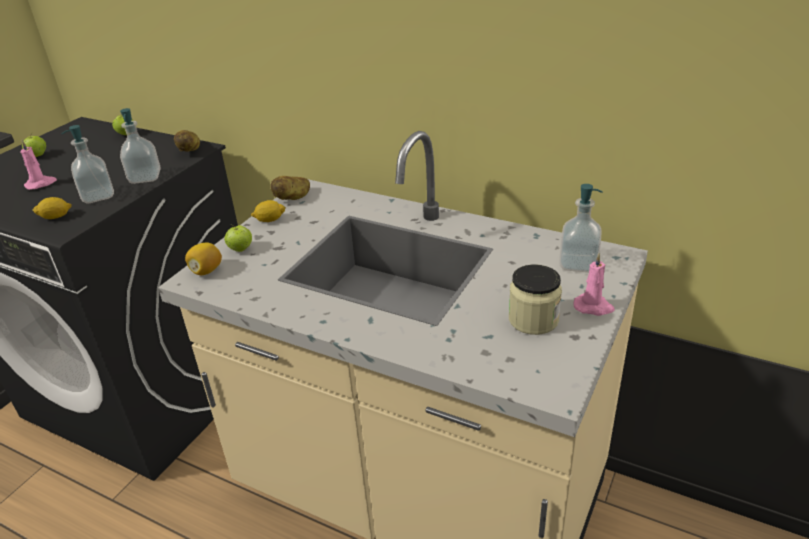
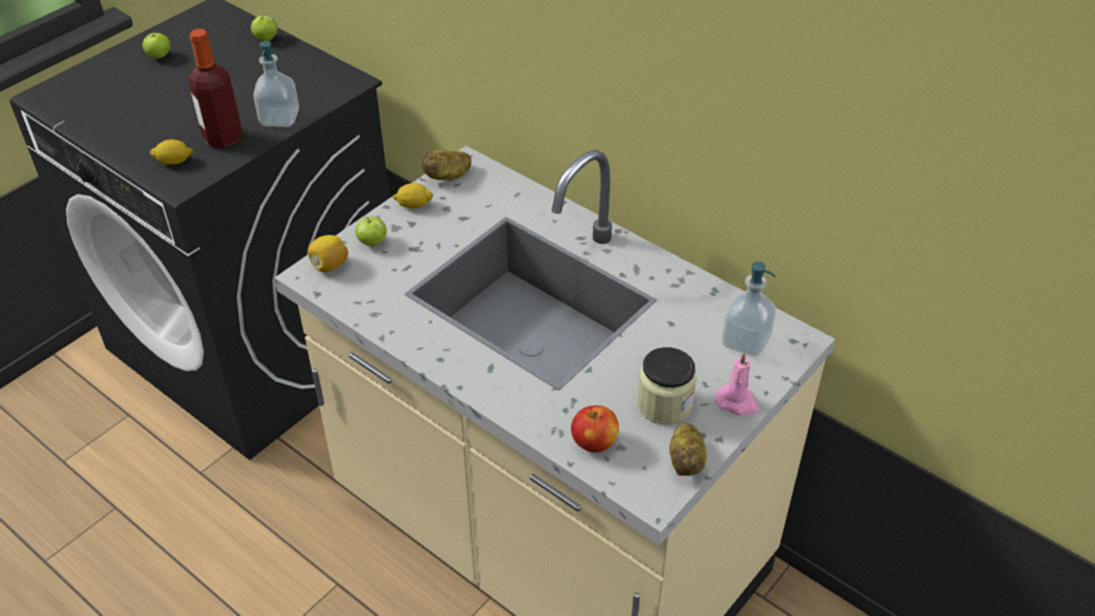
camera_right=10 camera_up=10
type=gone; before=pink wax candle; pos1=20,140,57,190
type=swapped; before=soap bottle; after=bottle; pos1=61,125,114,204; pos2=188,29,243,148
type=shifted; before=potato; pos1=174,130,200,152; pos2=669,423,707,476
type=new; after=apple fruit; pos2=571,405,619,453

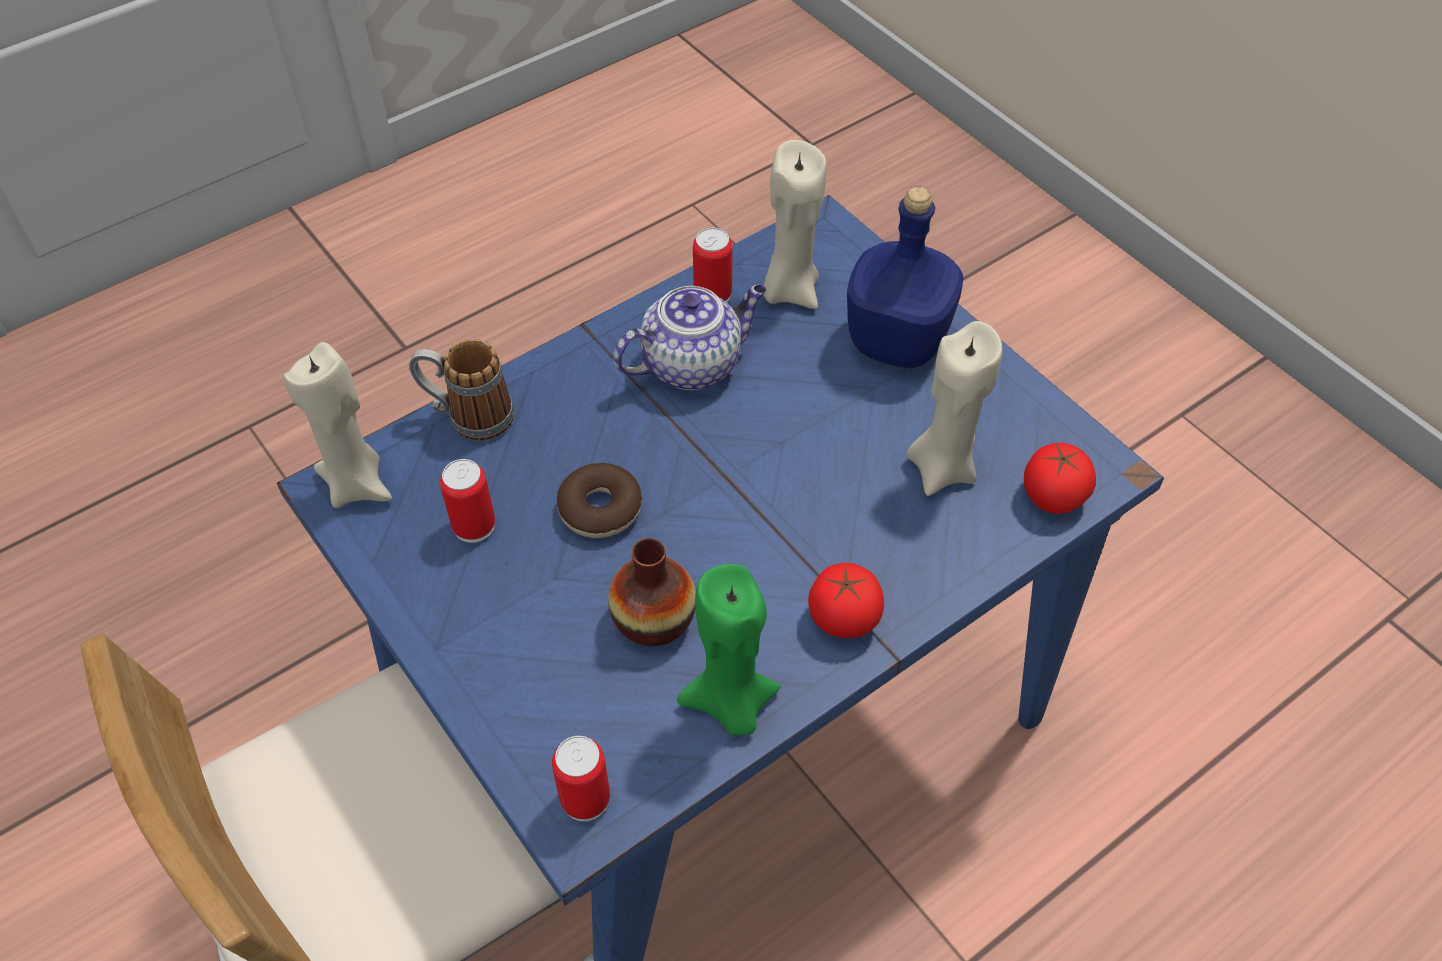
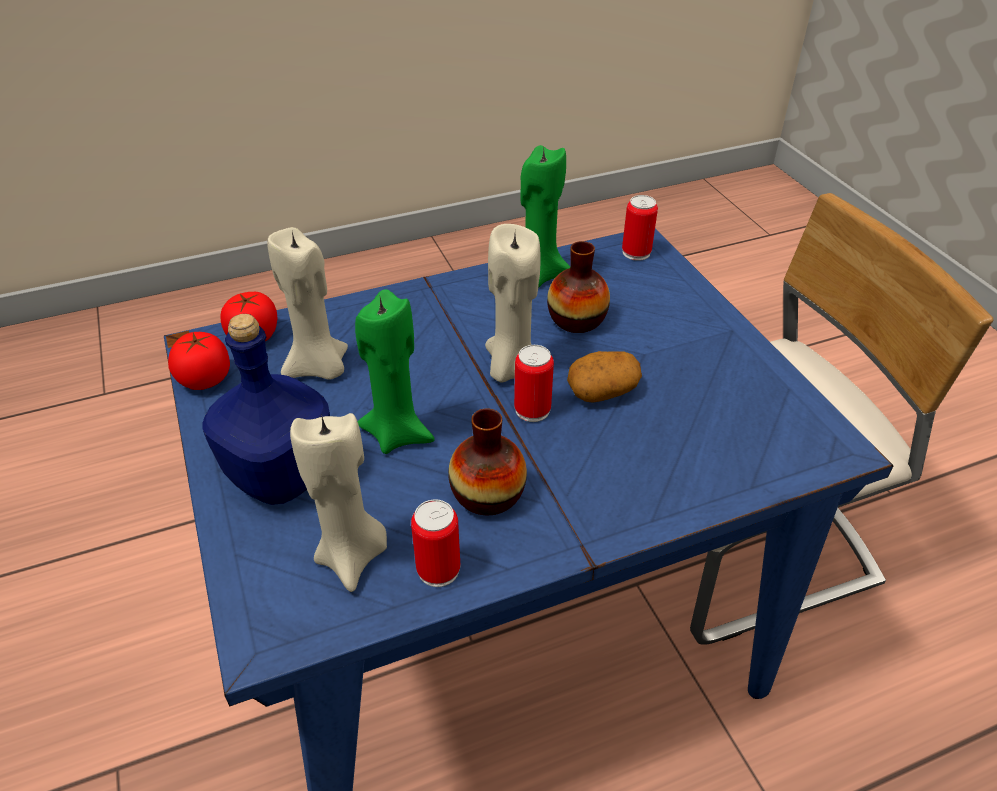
camera_right=-165 camera_up=-10
type=shifted; before=beige-coloured wax candle; pos1=283,342,392,508; pos2=485,224,540,382
type=gone; before=mug; pos1=409,339,514,441
type=shifted; before=sealed can; pos1=440,459,495,543; pos2=514,345,554,422
type=swapped; before=donut; after=potato; pos1=557,463,642,538; pos2=567,351,642,403
type=swapped; before=teapot; after=vase; pos1=613,285,766,390; pos2=448,408,527,515
type=shifted; before=tomato; pos1=808,563,884,638; pos2=168,332,230,390
type=new; after=green-coloured wax candle; pos2=355,289,435,454

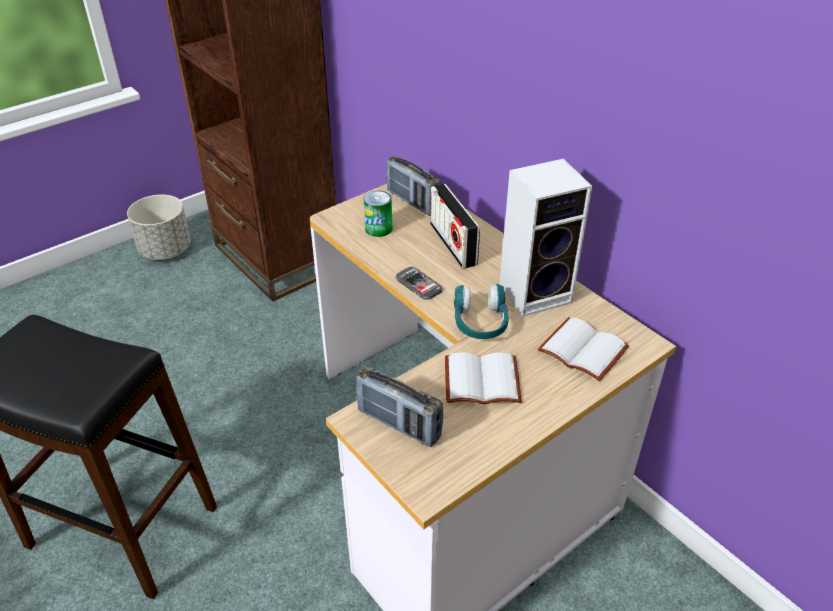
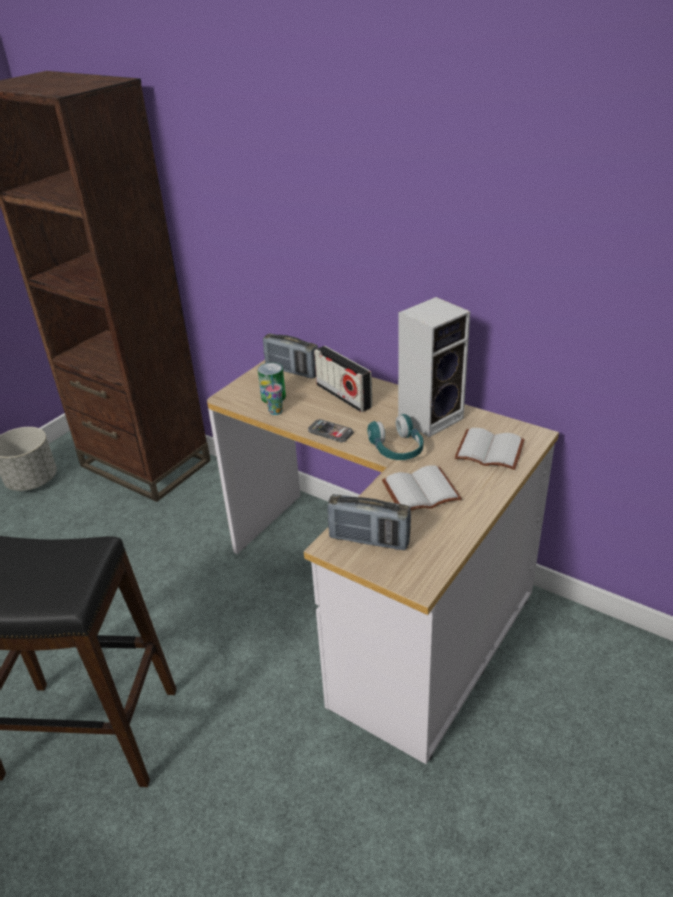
camera_right=-15 camera_up=-5
type=new; after=drinking cup; pos2=264,375,283,415

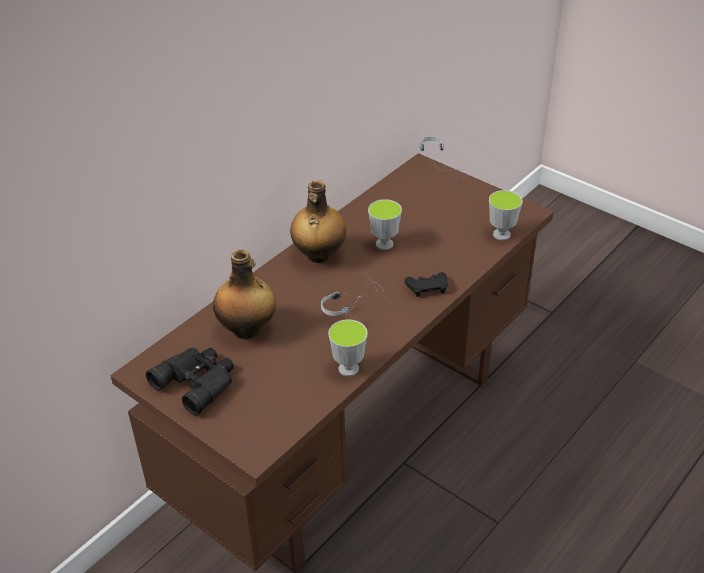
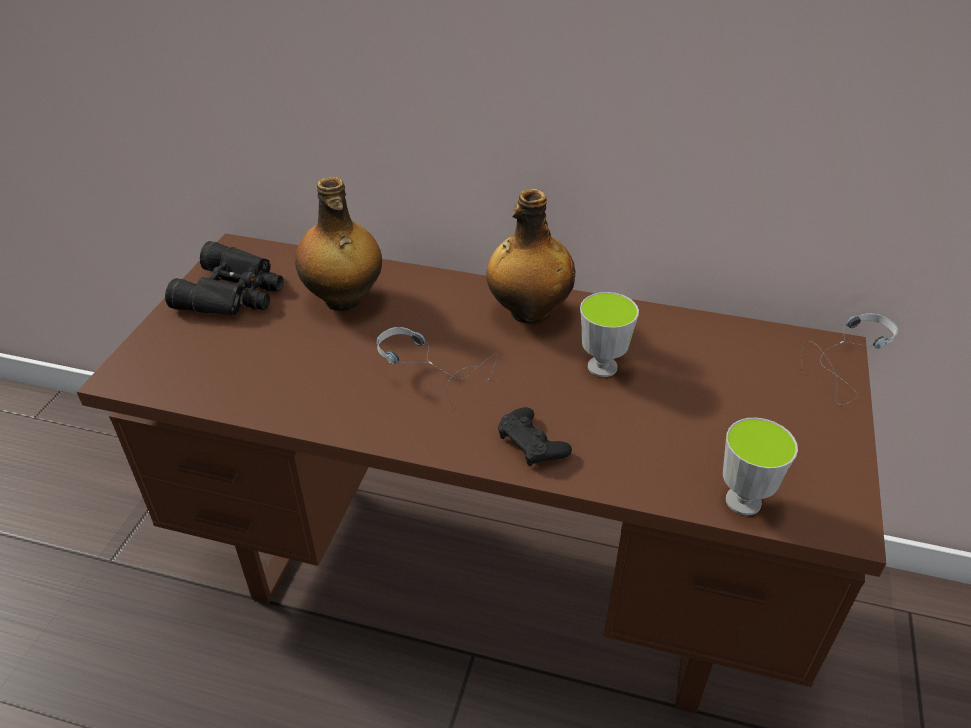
camera_right=65 camera_up=0
type=gone; before=drinking cup; pos1=328,319,368,377

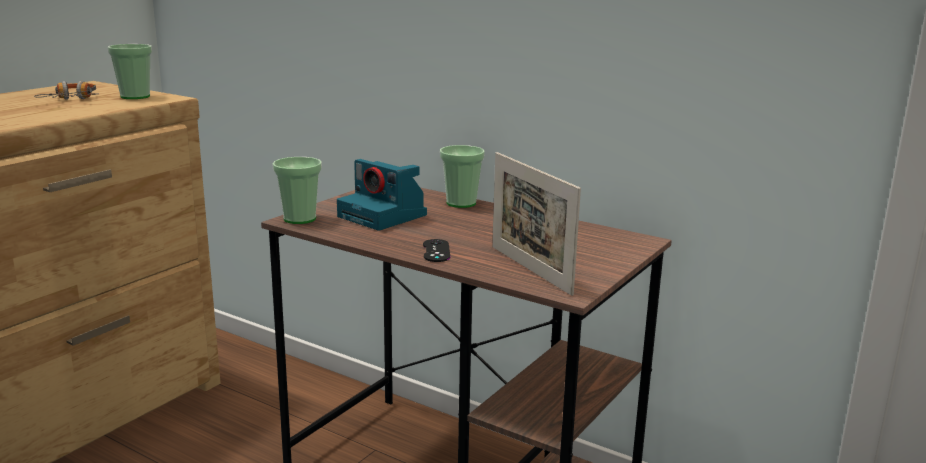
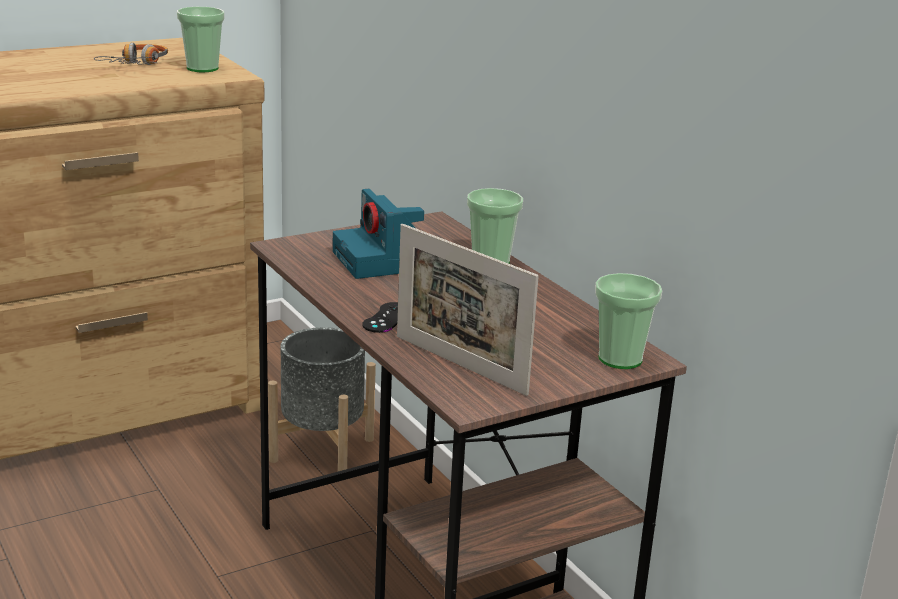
camera_right=25 camera_up=5
type=shifted; before=drinking cup; pos1=272,157,322,224; pos2=595,273,662,369
type=rotated; before=picture frame; pos1=492,152,581,296; pos2=397,224,539,396; turn=-45
type=new; after=grey plant pot; pos2=268,327,376,471

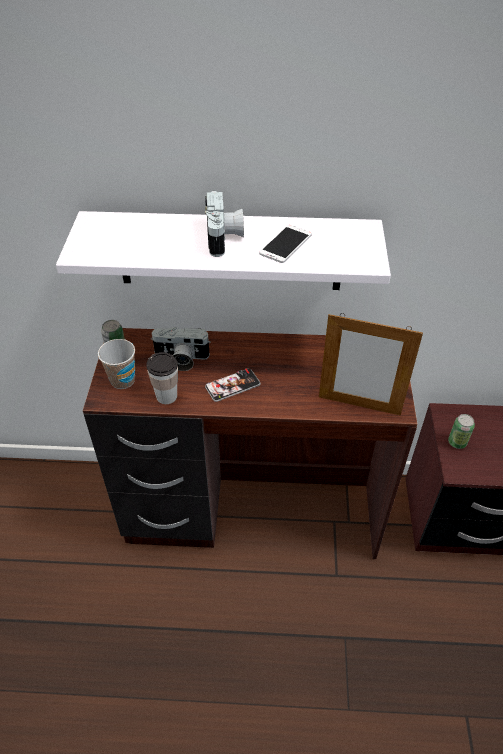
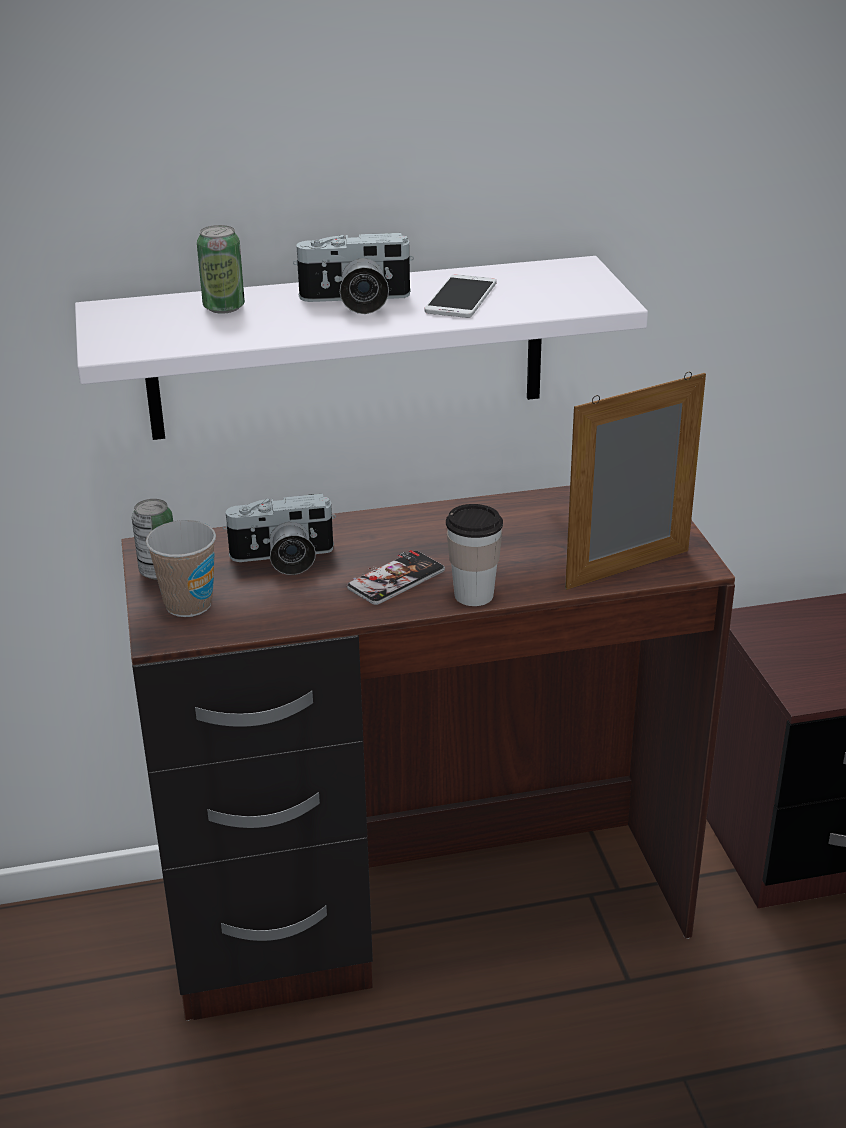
camera_right=-15 camera_up=-15
type=shifted; before=drinking cup; pos1=146,352,178,404; pos2=446,504,503,606
type=rotated; before=still camera; pos1=205,191,244,257; pos2=293,233,414,314; turn=105
type=rotated; before=picture frame; pos1=319,313,423,416; pos2=565,372,706,590; turn=150
type=shifted; before=sealed can; pos1=448,414,475,449; pos2=197,225,245,314

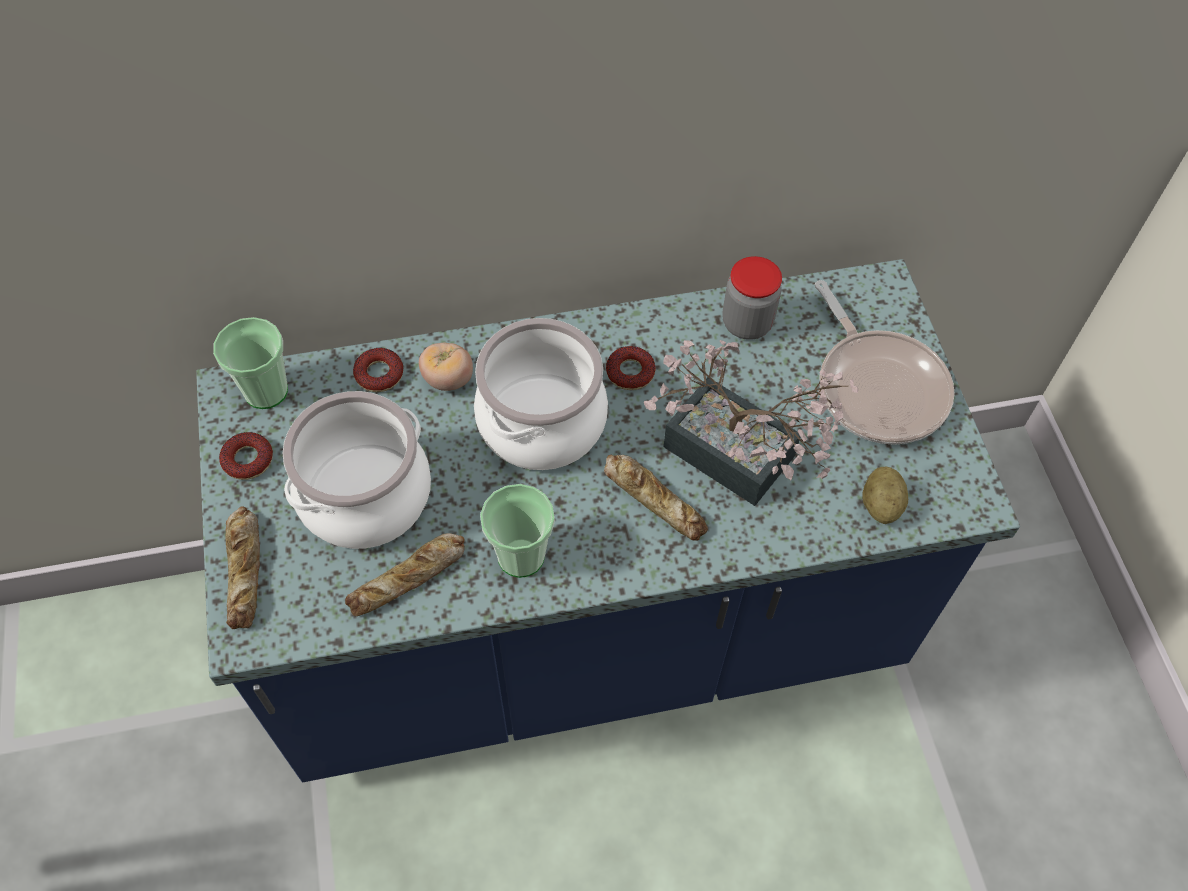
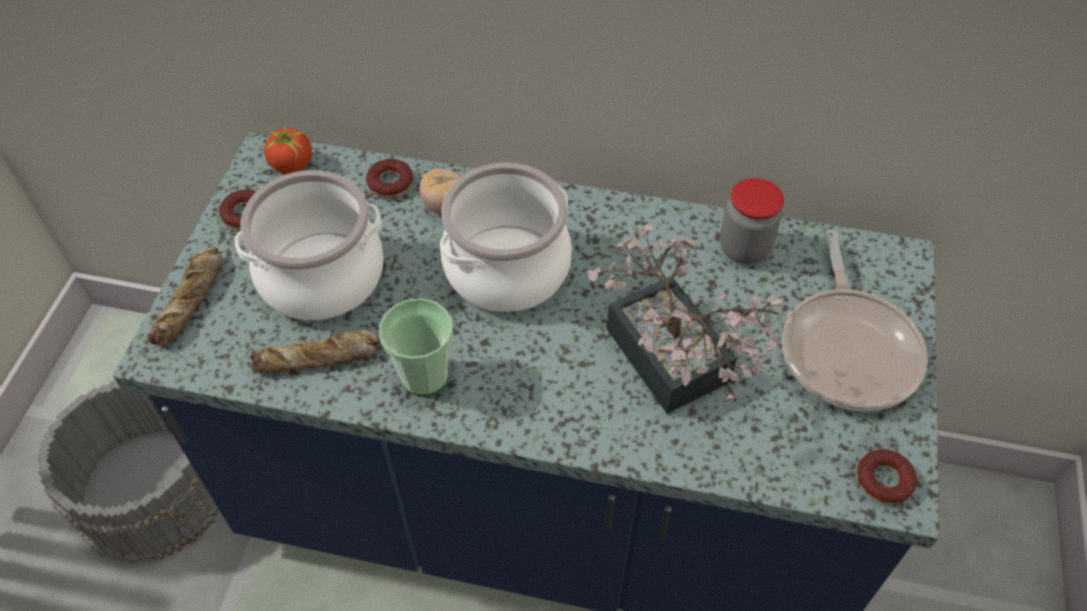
camera_right=25 camera_up=-5
type=swapped; before=drinking cup; after=tomato; pos1=213,317,288,409; pos2=261,118,312,175
type=gone; before=bread; pos1=604,455,708,541
type=shifted; before=donut; pos1=606,346,656,390; pos2=857,449,917,504
type=gone; before=potato; pos1=862,467,908,524
type=new; after=grey bucket; pos2=37,381,220,564

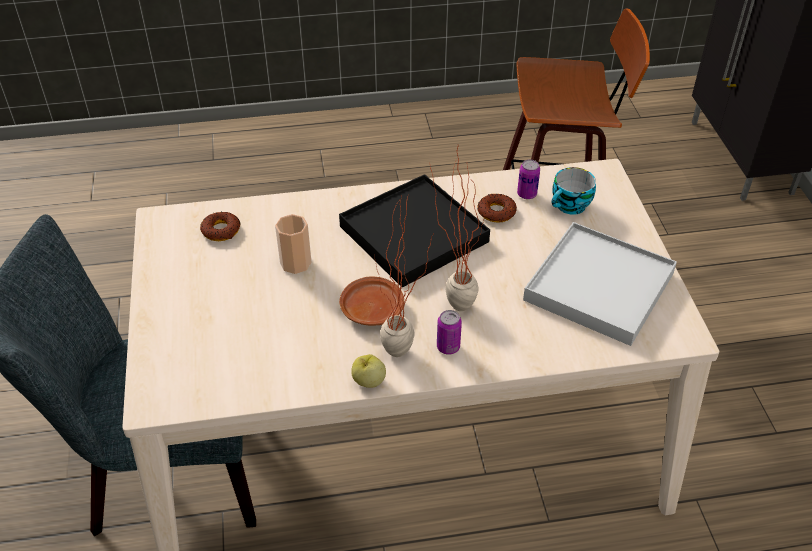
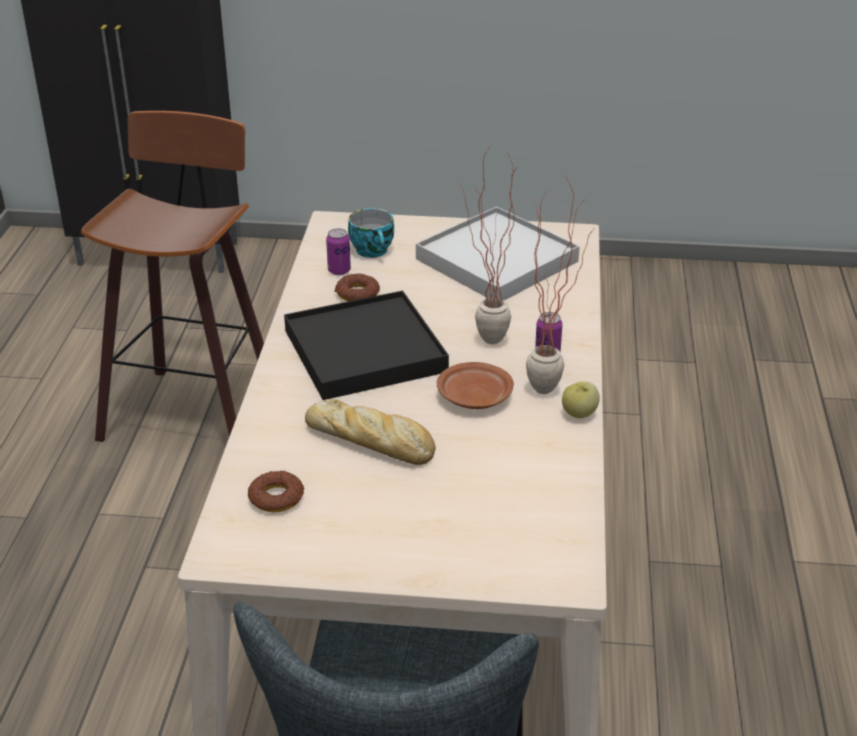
camera_right=-75 camera_up=-10
type=swapped; before=drinking cup; after=bread; pos1=275,214,312,274; pos2=305,399,436,465

